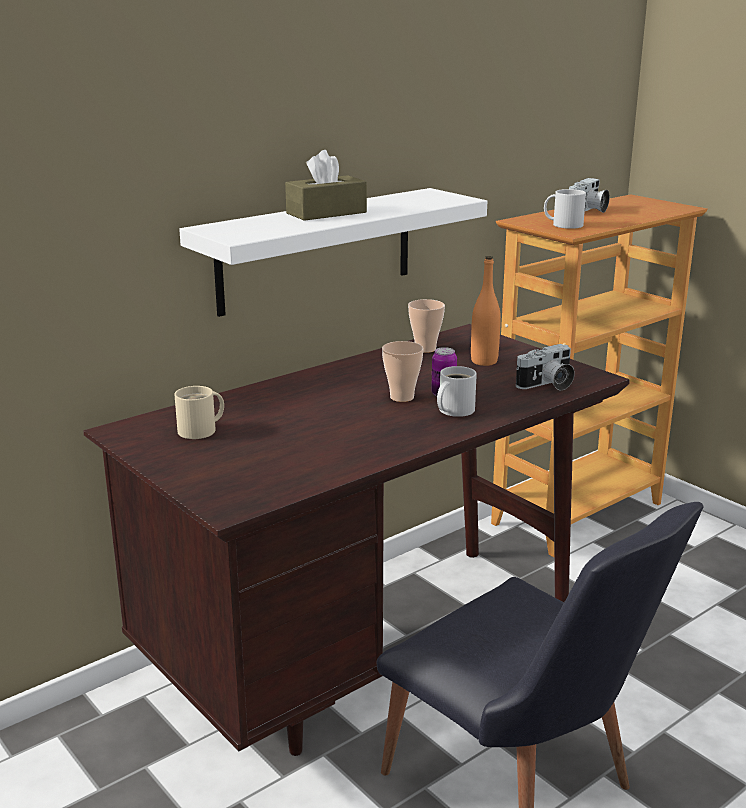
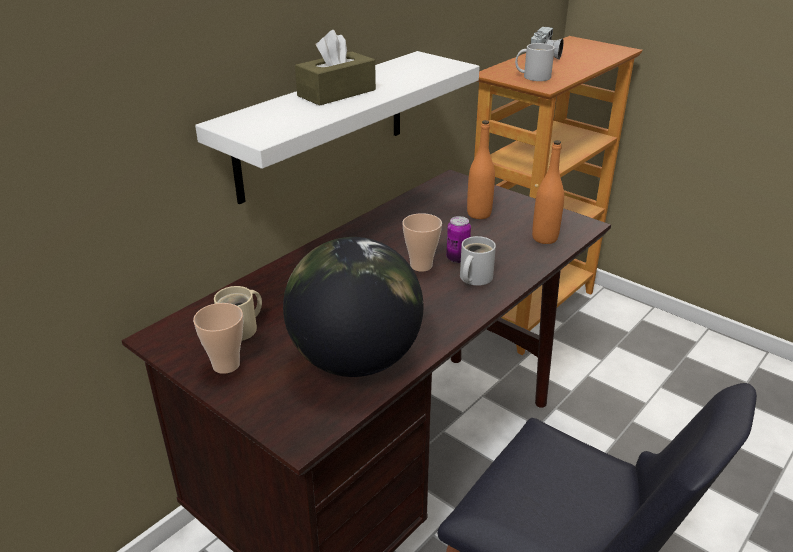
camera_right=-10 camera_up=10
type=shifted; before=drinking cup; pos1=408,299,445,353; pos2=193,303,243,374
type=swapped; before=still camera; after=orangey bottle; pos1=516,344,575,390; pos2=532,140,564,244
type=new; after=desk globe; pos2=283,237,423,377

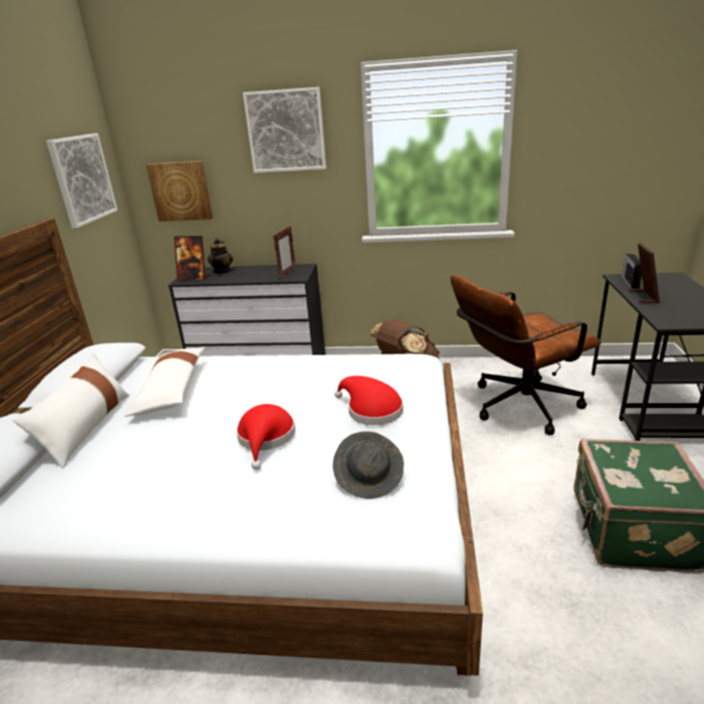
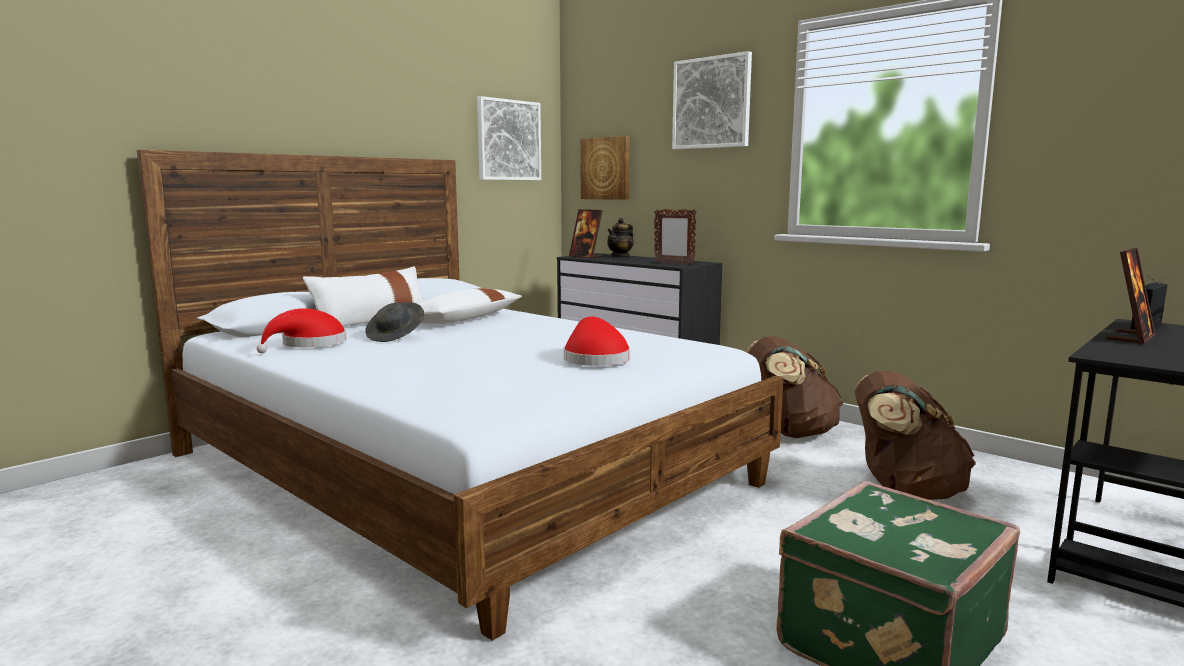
camera_right=35 camera_up=-15
type=shifted; before=red-coloured hat; pos1=236,404,295,470; pos2=257,308,347,353
type=rotated; before=picture frame; pos1=273,226,296,280; pos2=654,209,697,265; turn=60
type=shifted; before=grey hat; pos1=333,431,404,499; pos2=365,302,424,342
type=swapped; before=brown desk chair; after=brown backpack; pos1=450,275,601,435; pos2=854,371,976,500

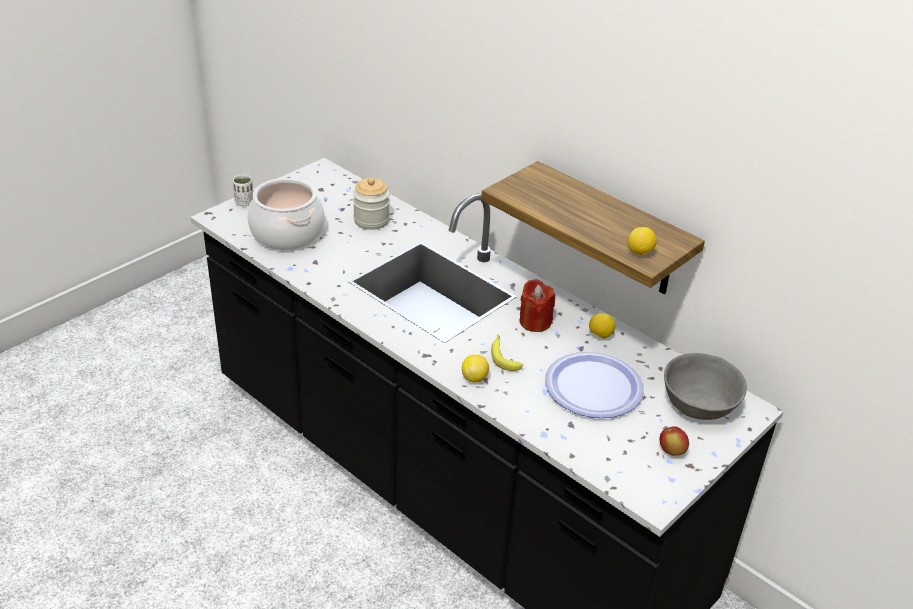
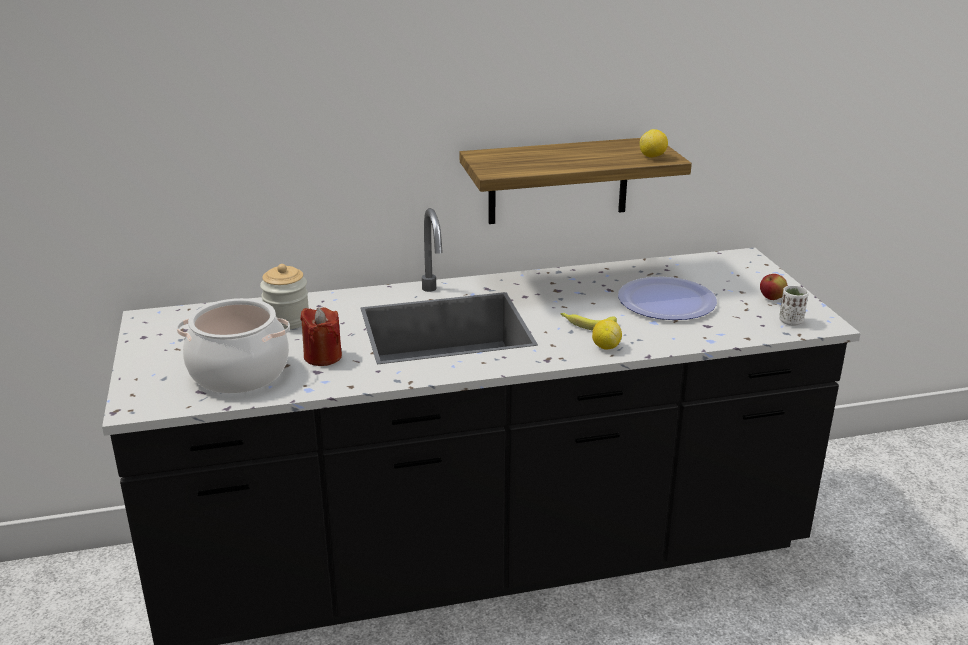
camera_right=-55 camera_up=-10
type=shifted; before=white drinking cup; pos1=233,174,253,206; pos2=779,285,809,326
type=shifted; before=red-coloured wax candle; pos1=520,279,555,332; pos2=300,307,342,366
type=gone; before=whole lemon; pos1=589,313,616,339
type=gone; before=grey serving bowl; pos1=664,353,747,420

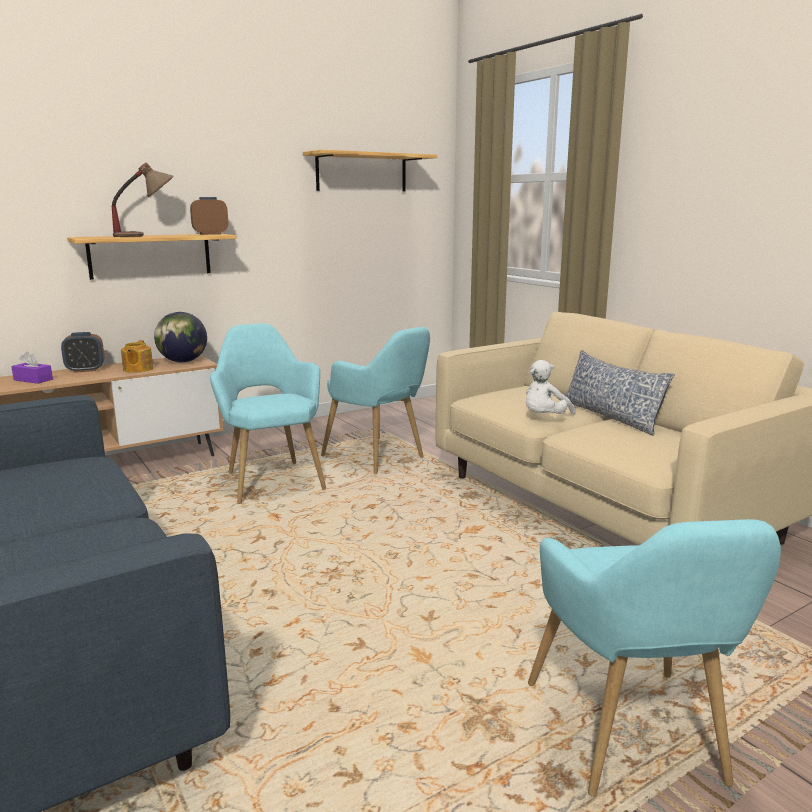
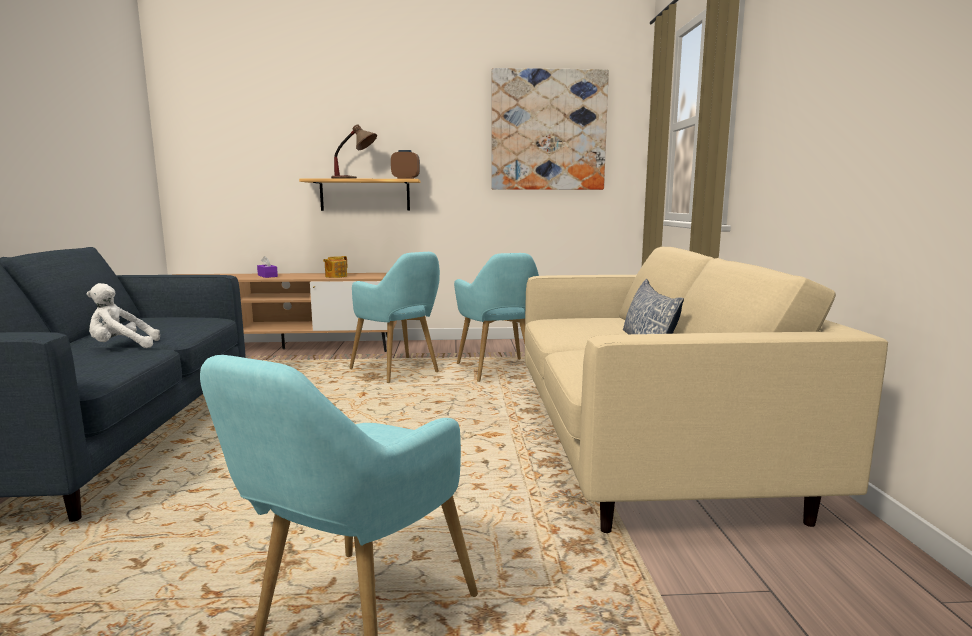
camera_right=30 camera_up=-5
type=gone; before=alarm clock; pos1=61,332,104,373
type=gone; before=desk globe; pos1=154,312,207,362
type=rotated; before=turquoise-coloured armchair; pos1=210,324,326,504; pos2=349,252,440,383; turn=135
type=swapped; before=wall shelf; after=wall art; pos1=303,150,437,192; pos2=491,68,609,190
type=shifted; before=white plush toy; pos1=526,360,576,415; pos2=87,283,160,348

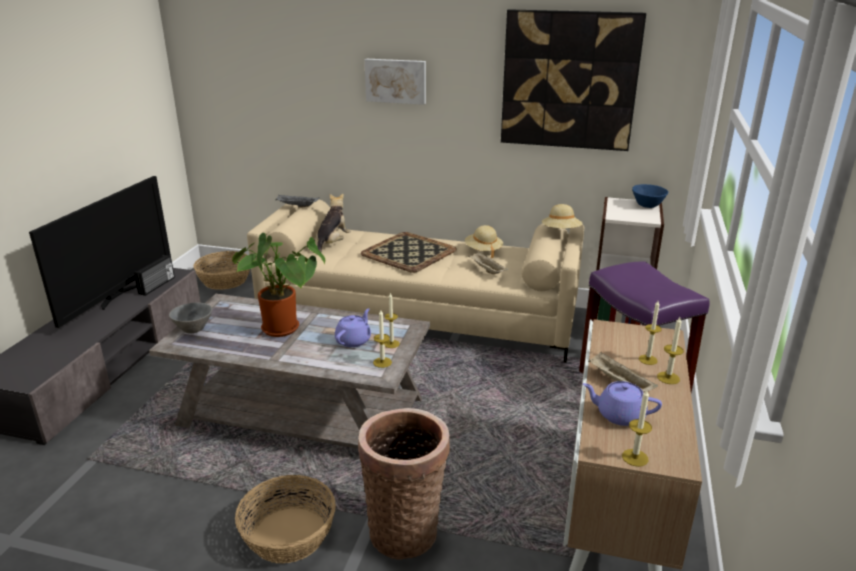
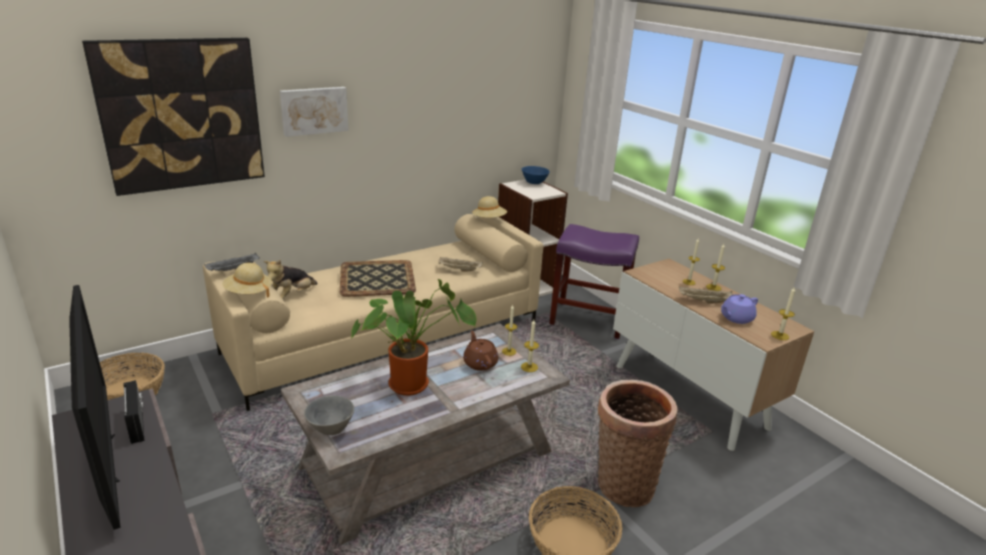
camera_right=-50 camera_up=0
type=rotated; before=plush toy; pos1=316,194,351,252; pos2=263,260,318,299; turn=-120
type=repainted; before=purple teapot; after=brown teapot; pos1=335,308,371,347; pos2=463,330,498,371
type=shifted; before=beige-coloured hat; pos1=465,225,503,258; pos2=222,263,272,298
type=shifted; before=wall art; pos1=501,9,646,151; pos2=82,38,265,196

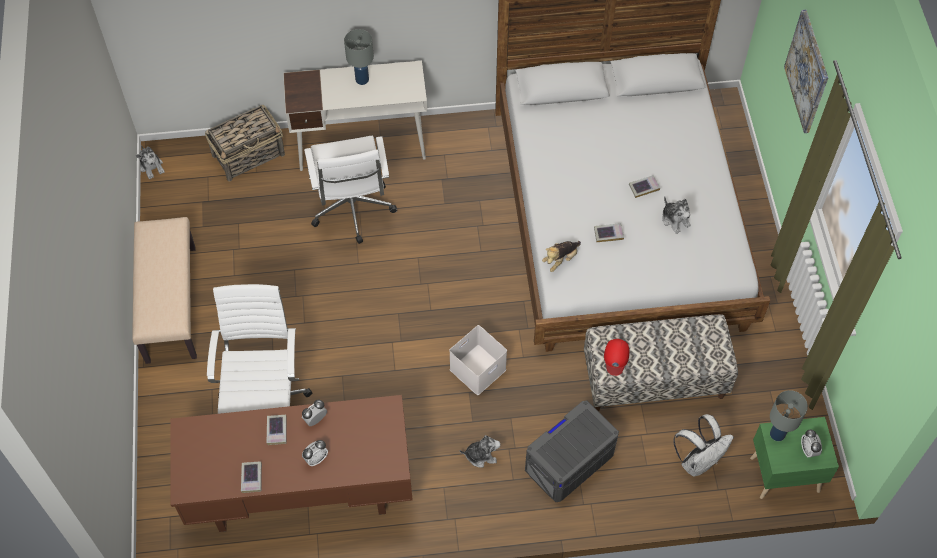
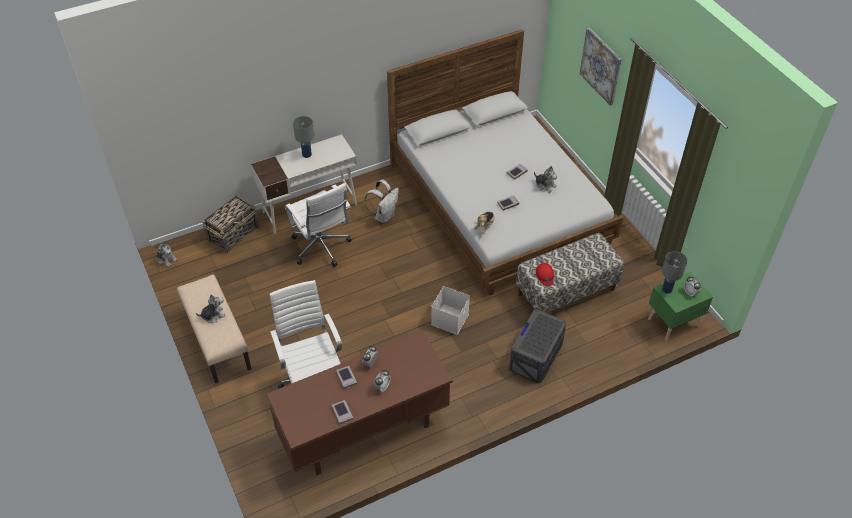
camera_right=-20 camera_up=-10
type=shifted; before=plush toy; pos1=459,435,501,468; pos2=196,294,226,323
type=shifted; before=white backpack; pos1=673,414,734,477; pos2=364,180,399,223

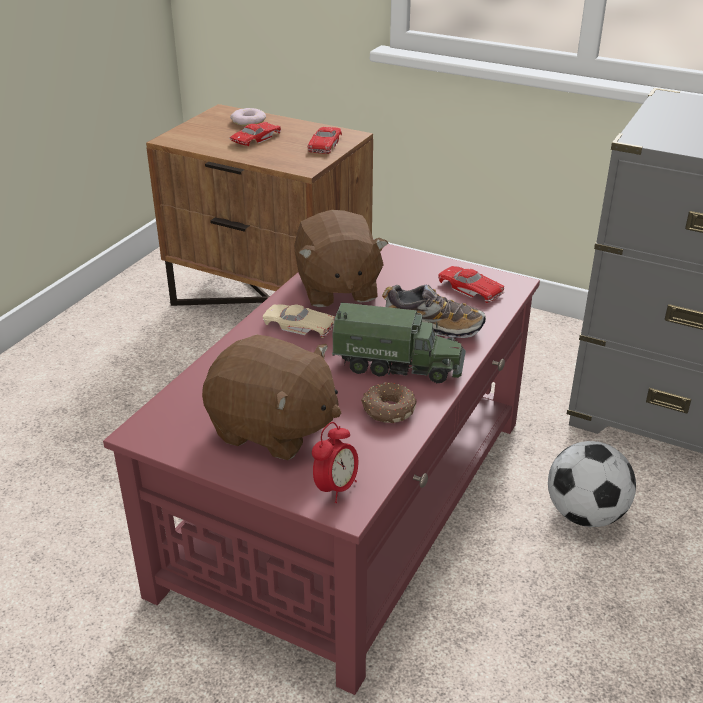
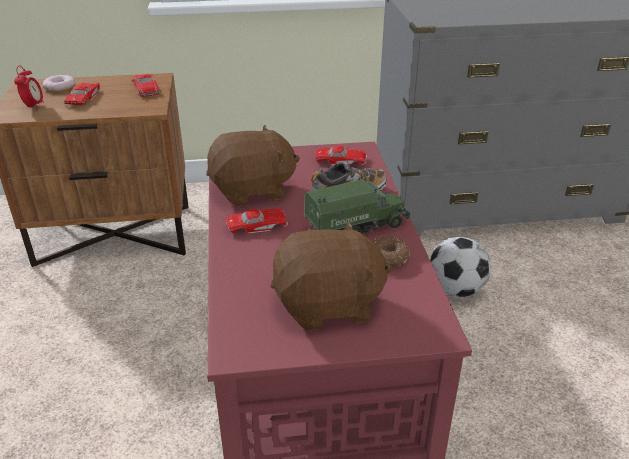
camera_right=-35 camera_up=0
type=repainted; before=beige-coloured model car; after=red-coloured model car; pos1=263,304,335,338; pos2=226,209,288,234
type=rotated; before=brown plush toy; pos1=294,210,388,307; pos2=206,125,300,206; turn=-60
type=shifted; before=alarm clock; pos1=312,422,358,503; pos2=14,66,44,110

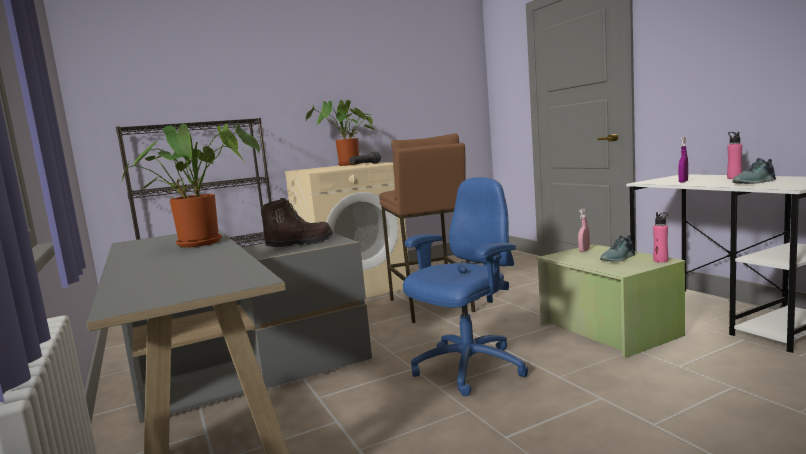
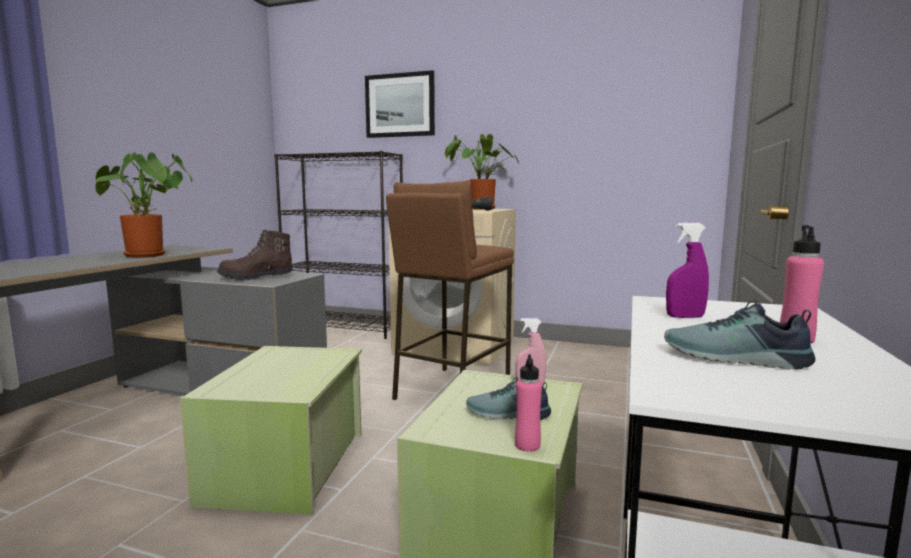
camera_right=45 camera_up=0
type=rotated; before=brown tall boot; pos1=261,198,333,247; pos2=217,230,292,281; turn=150
type=swapped; before=bluish desk chair; after=green-coloured storage box; pos1=403,177,529,396; pos2=180,346,362,515
type=new; after=wall art; pos2=365,70,435,138

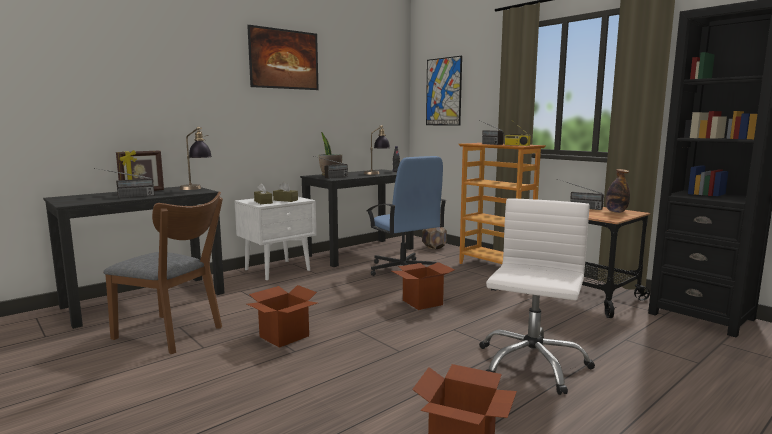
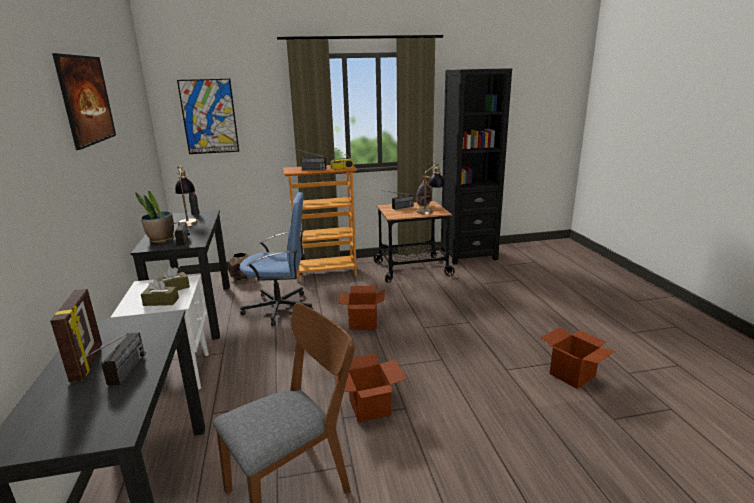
camera_right=-60 camera_up=10
type=shifted; before=lamp for a table; pos1=180,127,212,190; pos2=417,163,445,214
type=gone; before=white desk chair; pos1=479,198,595,395

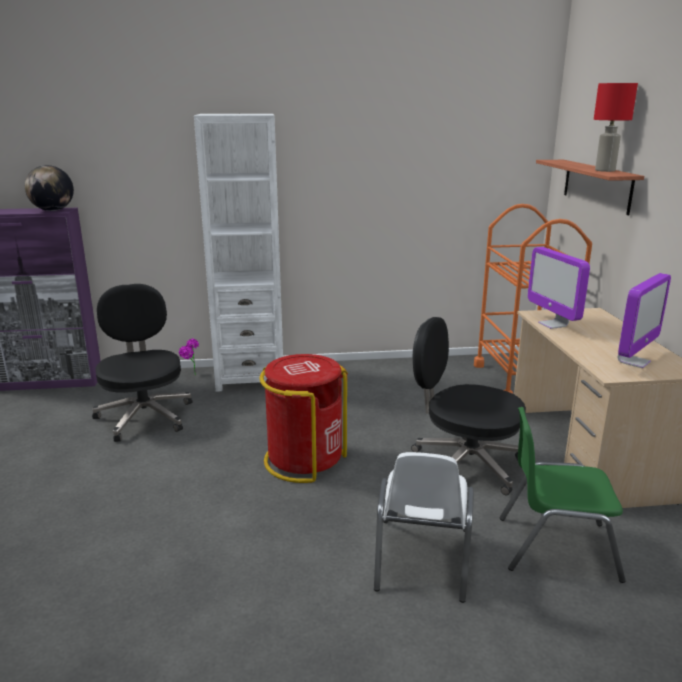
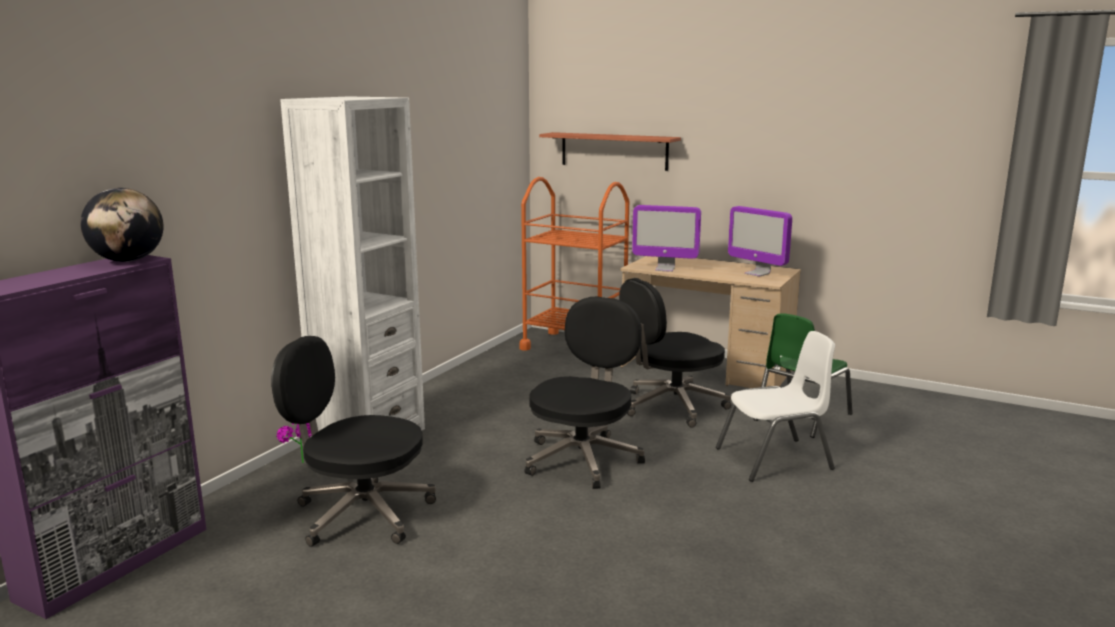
camera_right=-55 camera_up=-5
type=swapped; before=red-coloured trash can; after=blackish desk chair; pos1=259,354,348,483; pos2=524,297,645,489
type=rotated; before=white plain chair; pos1=374,452,474,603; pos2=716,331,835,482; turn=-60
type=gone; before=red-coloured lamp for a table; pos1=594,83,638,172
type=rotated; before=computer display; pos1=617,273,671,368; pos2=728,206,792,277; turn=150

